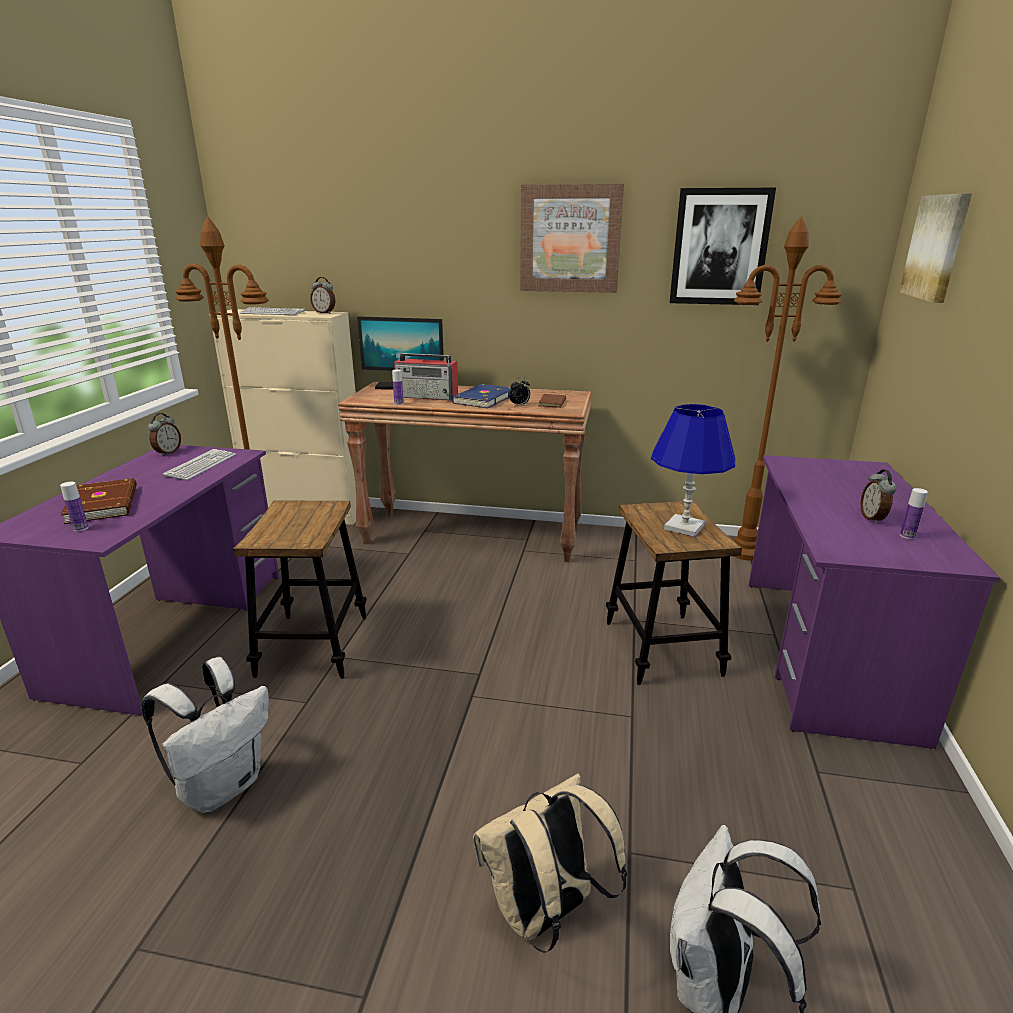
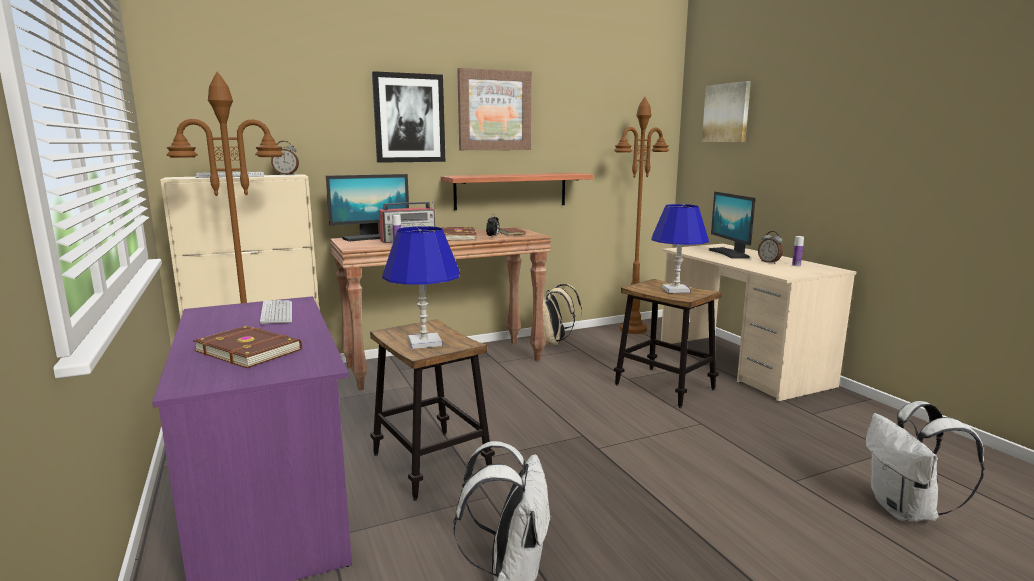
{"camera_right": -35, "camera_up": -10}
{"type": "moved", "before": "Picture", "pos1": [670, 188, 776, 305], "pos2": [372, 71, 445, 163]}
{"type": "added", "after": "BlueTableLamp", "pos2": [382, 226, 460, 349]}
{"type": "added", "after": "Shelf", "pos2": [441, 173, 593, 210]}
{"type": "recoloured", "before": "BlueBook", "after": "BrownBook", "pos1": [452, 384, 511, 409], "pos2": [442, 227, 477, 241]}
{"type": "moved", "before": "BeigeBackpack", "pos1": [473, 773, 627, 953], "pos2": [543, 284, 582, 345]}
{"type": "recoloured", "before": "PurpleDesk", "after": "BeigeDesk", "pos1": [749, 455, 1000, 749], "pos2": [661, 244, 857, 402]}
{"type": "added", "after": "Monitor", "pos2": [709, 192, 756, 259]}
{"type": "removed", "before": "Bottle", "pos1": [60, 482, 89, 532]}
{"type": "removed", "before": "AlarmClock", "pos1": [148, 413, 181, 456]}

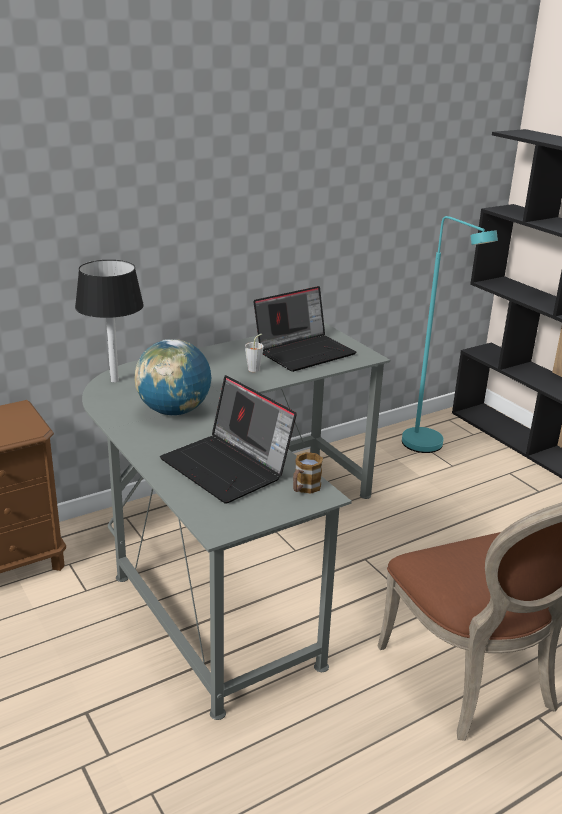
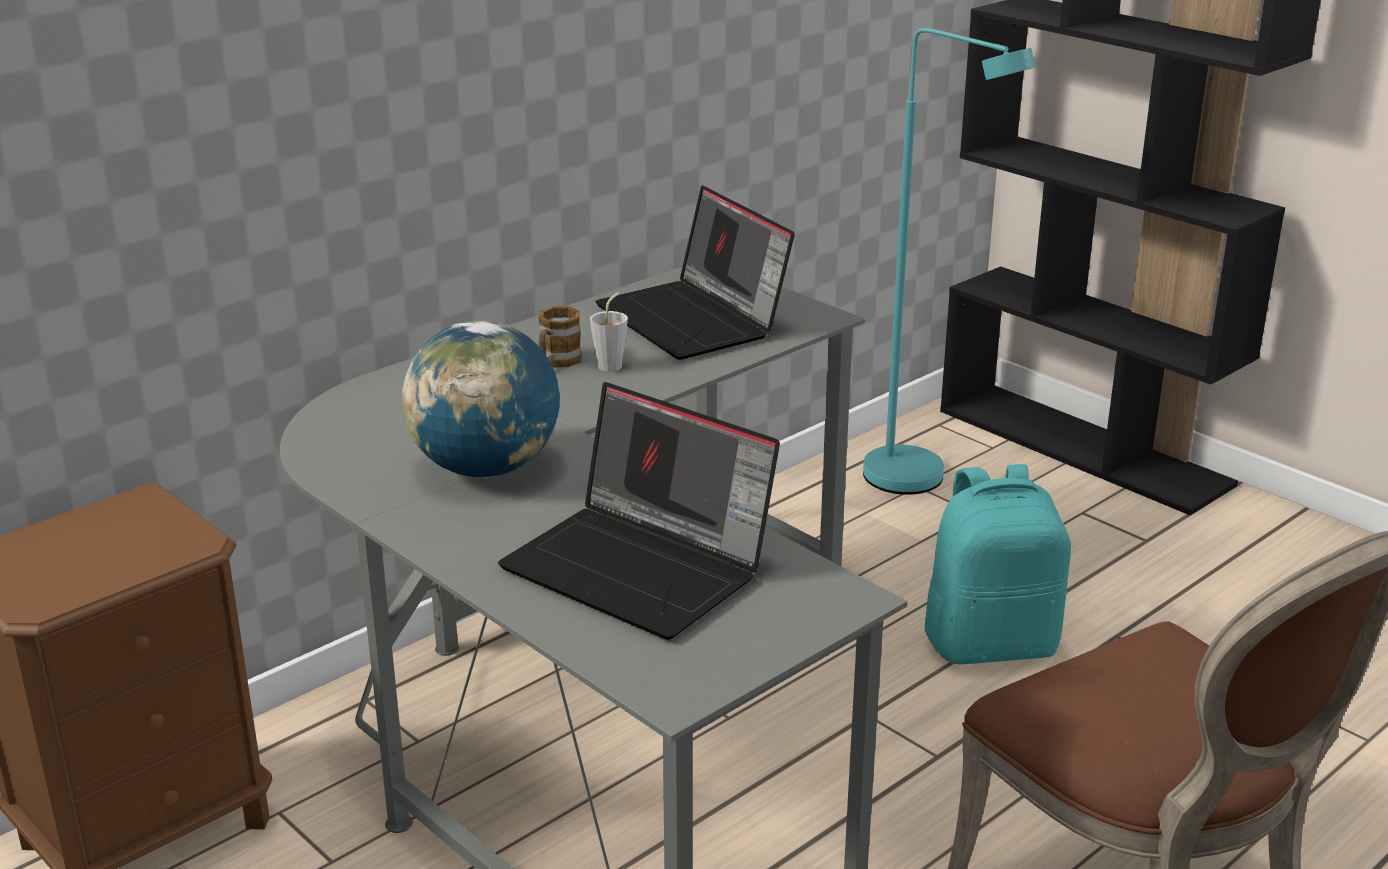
{"camera_right": -10, "camera_up": 0}
{"type": "moved", "before": "Mug", "pos1": [293, 452, 323, 493], "pos2": [539, 307, 582, 367]}
{"type": "turned", "before": "Laptop", "pos1": [253, 286, 356, 372], "pos2": [595, 185, 795, 360], "turn": 105}
{"type": "added", "after": "TurquoiseBackpack", "pos2": [925, 464, 1071, 665]}
{"type": "removed", "before": "BlackTableLamp", "pos1": [75, 260, 144, 383]}

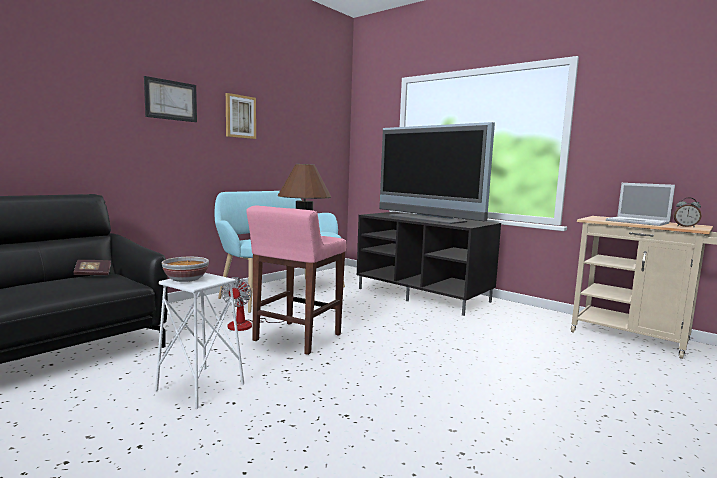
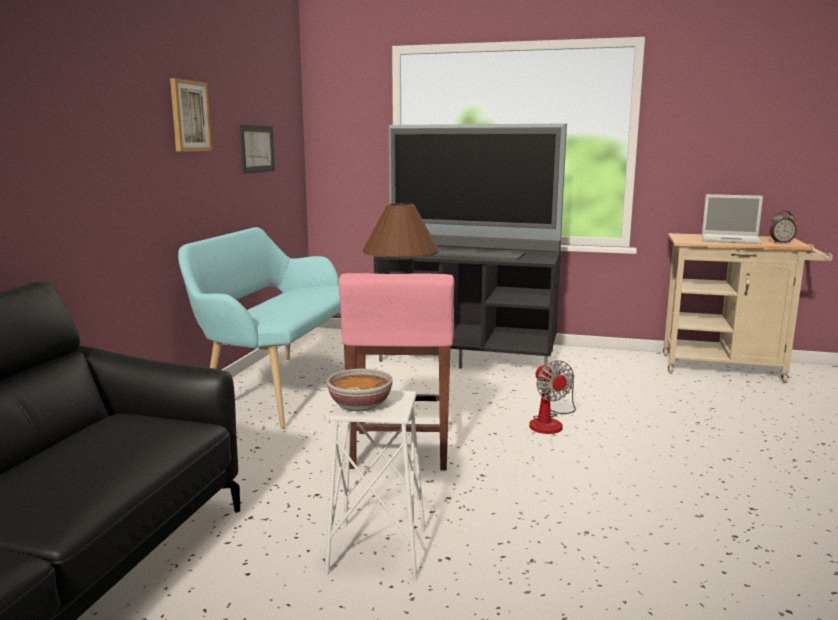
{"camera_right": -25, "camera_up": 5}
{"type": "moved", "before": "Picture", "pos1": [144, 76, 197, 122], "pos2": [240, 125, 275, 174]}
{"type": "moved", "before": "Fan", "pos1": [221, 277, 284, 331], "pos2": [529, 360, 576, 434]}
{"type": "removed", "before": "Book", "pos1": [73, 260, 111, 275]}

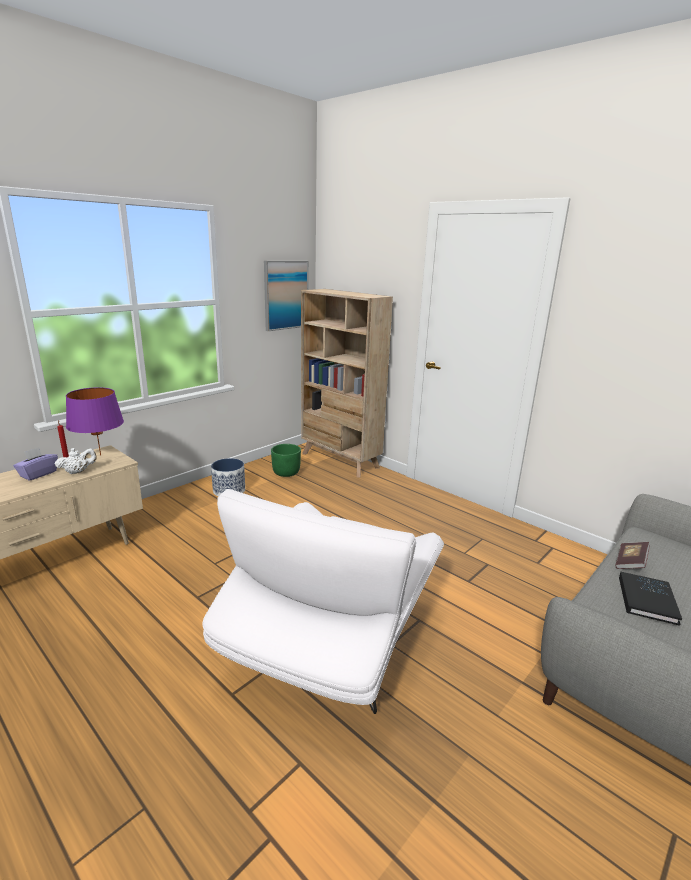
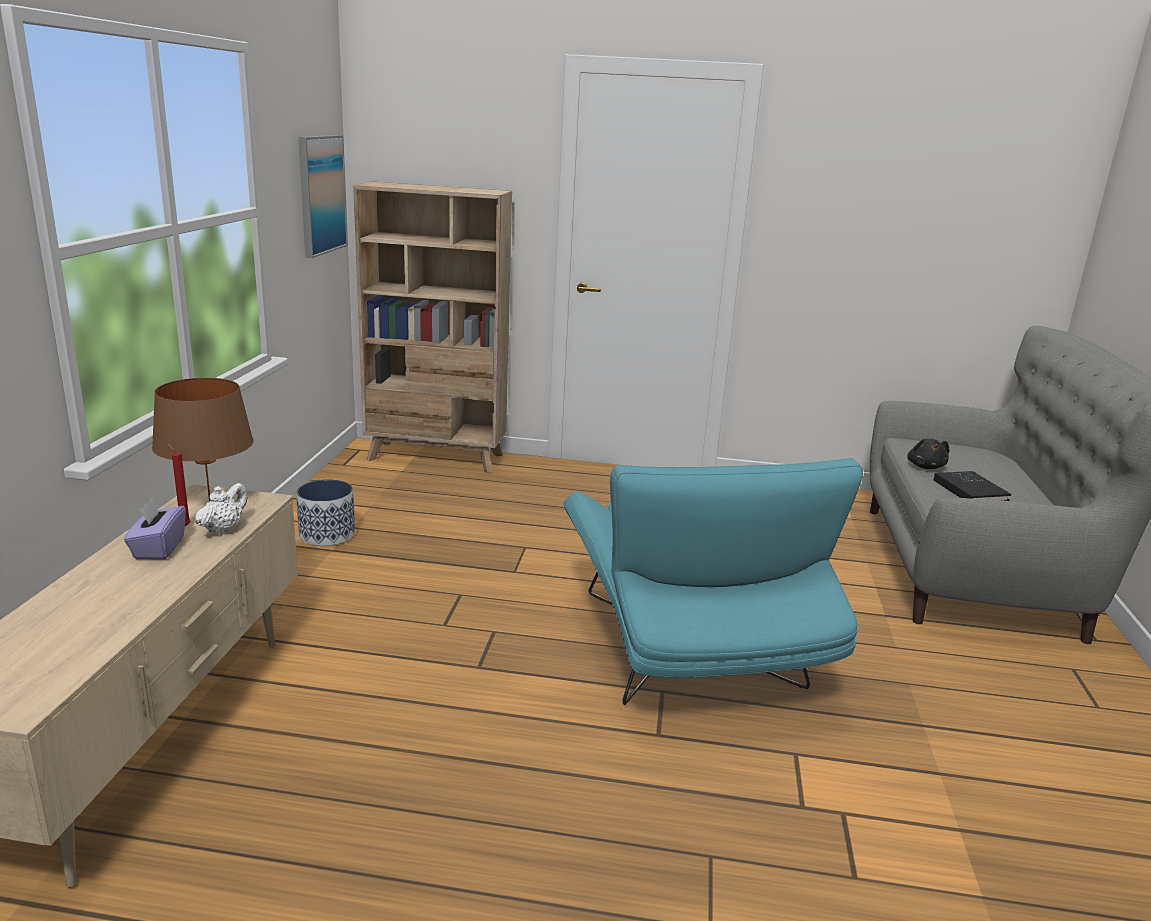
{"camera_right": -35, "camera_up": 0}
{"type": "recoloured", "before": "PurpleTableLamp", "after": "BrownTableLamp", "pos1": [66, 387, 124, 456], "pos2": [152, 378, 254, 501]}
{"type": "recoloured", "before": "WhiteArmchair", "after": "TurquoiseArmchair", "pos1": [202, 489, 444, 714], "pos2": [563, 458, 863, 705]}
{"type": "replaced", "before": "Book", "after": "BlackPlushToy", "pos1": [615, 542, 650, 569], "pos2": [907, 438, 949, 469]}
{"type": "removed", "before": "GreenPlanter", "pos1": [271, 444, 301, 477]}

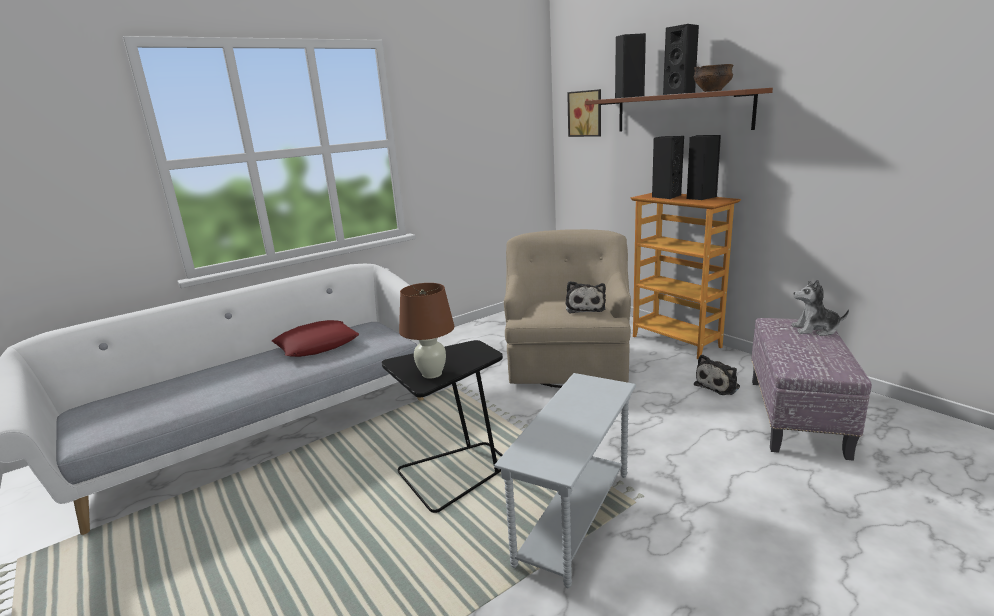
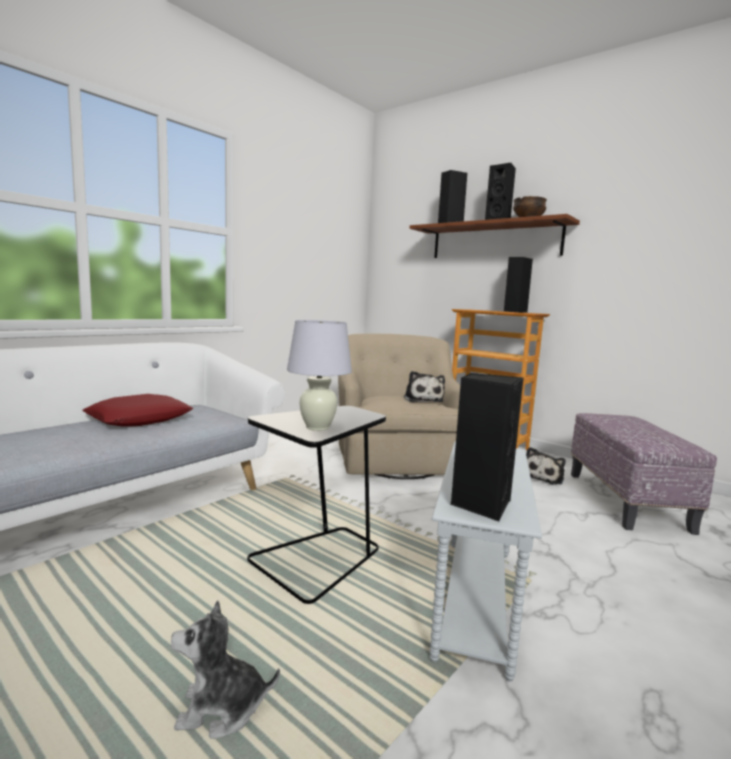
{"camera_right": -15, "camera_up": -10}
{"type": "moved", "before": "PlushToy", "pos1": [792, 279, 849, 336], "pos2": [171, 601, 280, 739]}
{"type": "recoloured", "before": "BrownTableLamp", "after": "WhiteTableLamp", "pos1": [399, 283, 454, 379], "pos2": [287, 320, 352, 431]}
{"type": "moved", "before": "BlackSpeaker", "pos1": [652, 136, 684, 199], "pos2": [450, 373, 523, 522]}
{"type": "removed", "before": "Picture", "pos1": [567, 89, 601, 137]}

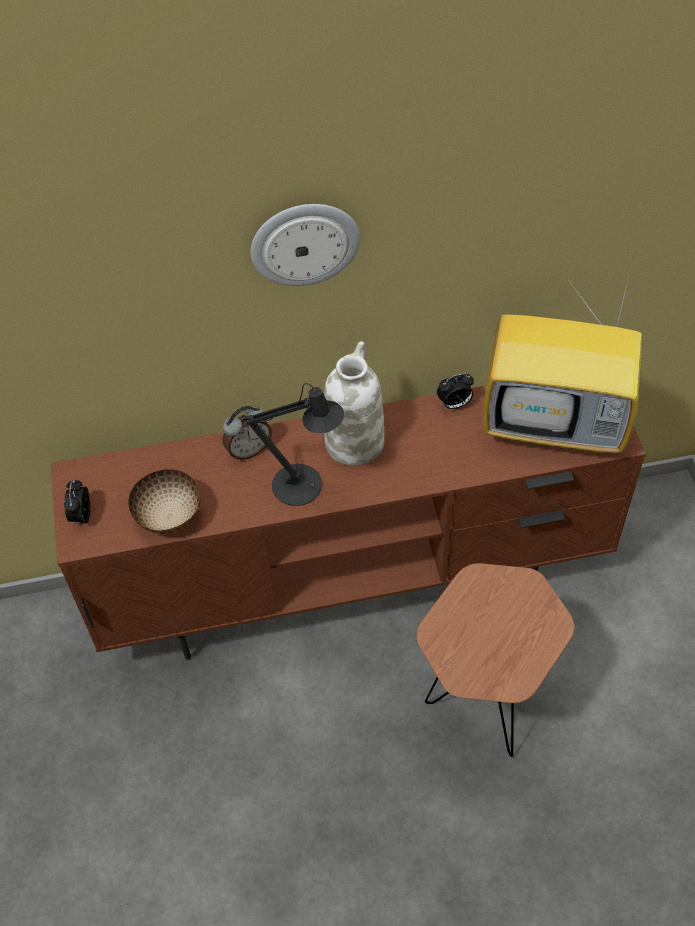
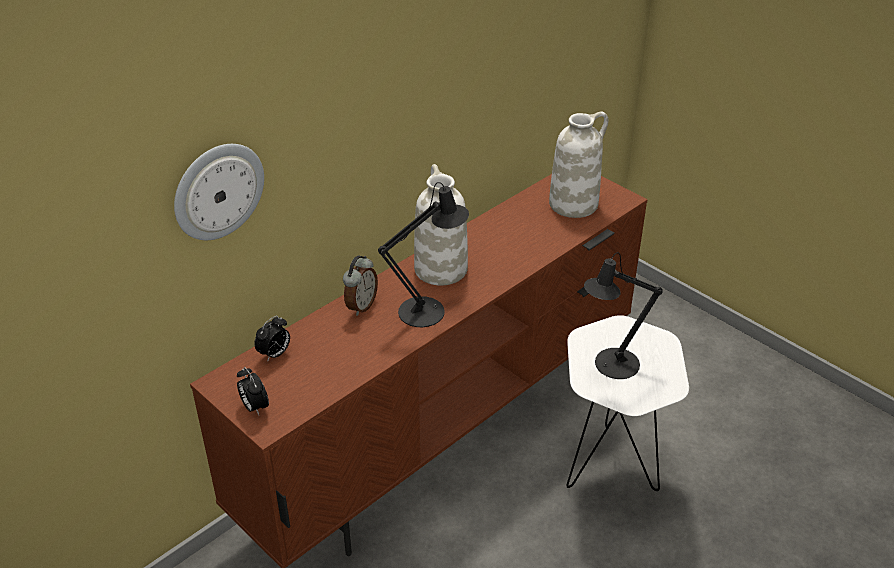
{"camera_right": -35, "camera_up": -15}
{"type": "moved", "before": "WallClock", "pos1": [251, 204, 360, 286], "pos2": [174, 144, 264, 240]}
{"type": "moved", "before": "AlarmClock", "pos1": [437, 373, 474, 409], "pos2": [254, 316, 290, 362]}
{"type": "replaced", "before": "Television", "after": "WhiteVase", "pos1": [482, 268, 642, 454], "pos2": [549, 112, 608, 218]}
{"type": "recoloured", "before": "BrownSideTable", "after": "WhiteSideTable", "pos1": [416, 563, 574, 757], "pos2": [566, 315, 689, 491]}
{"type": "added", "after": "BlackTableLamp", "pos2": [584, 252, 663, 379]}
{"type": "removed", "before": "Bowl", "pos1": [128, 469, 201, 534]}

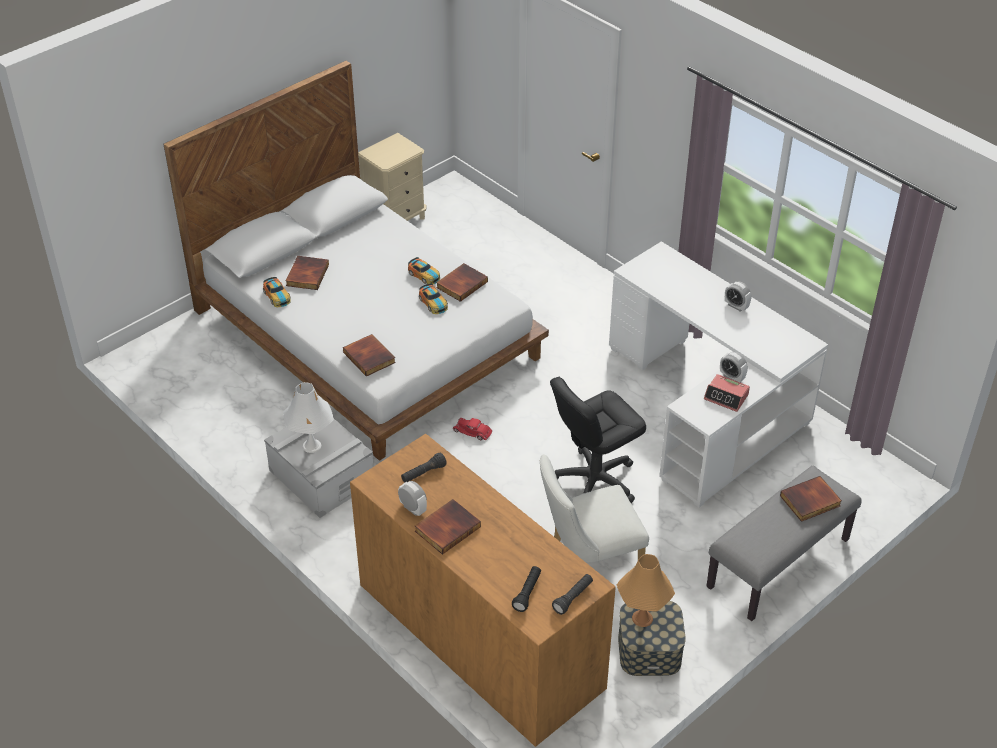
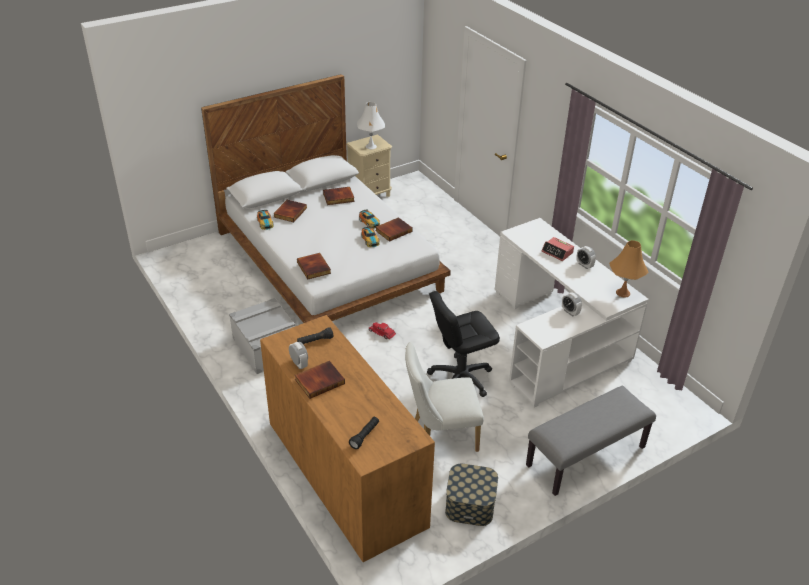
{"camera_right": 10, "camera_up": -5}
{"type": "moved", "before": "Book", "pos1": [780, 476, 842, 522], "pos2": [323, 187, 355, 205]}
{"type": "moved", "before": "WhiteTableLamp", "pos1": [283, 382, 334, 453], "pos2": [357, 102, 385, 149]}
{"type": "moved", "before": "AlarmClock", "pos1": [704, 374, 750, 412], "pos2": [542, 237, 574, 261]}
{"type": "moved", "before": "OrangeTableLamp", "pos1": [617, 554, 675, 627], "pos2": [609, 240, 649, 298]}
{"type": "removed", "before": "BlackFlashlight", "pos1": [552, 574, 593, 615]}

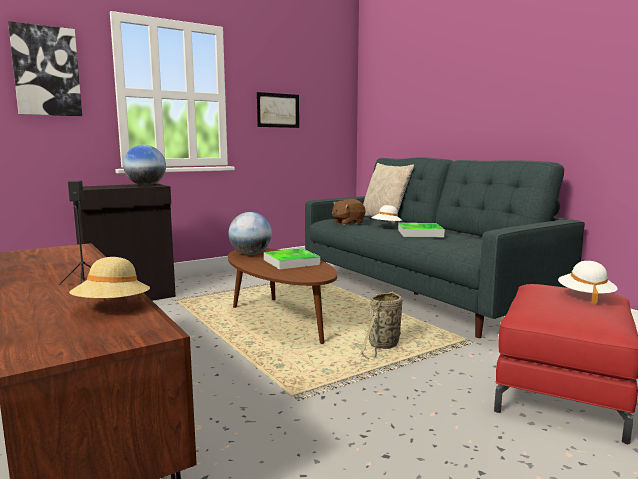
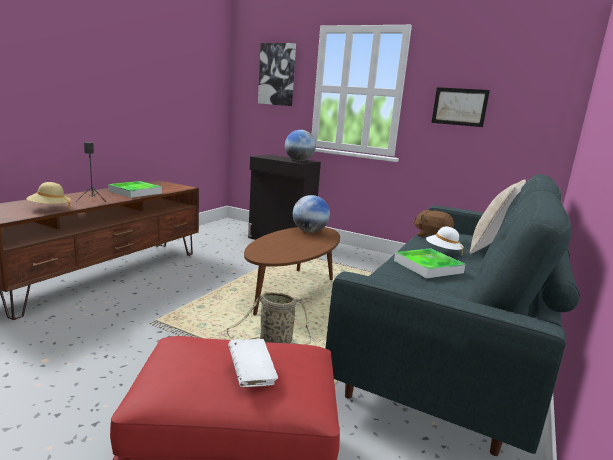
{"camera_right": 60, "camera_up": 5}
{"type": "moved", "before": "Tray", "pos1": [264, 248, 320, 269], "pos2": [108, 181, 162, 198]}
{"type": "replaced", "before": "WhiteHat", "after": "WhiteBook", "pos1": [558, 261, 618, 305], "pos2": [228, 339, 278, 387]}

